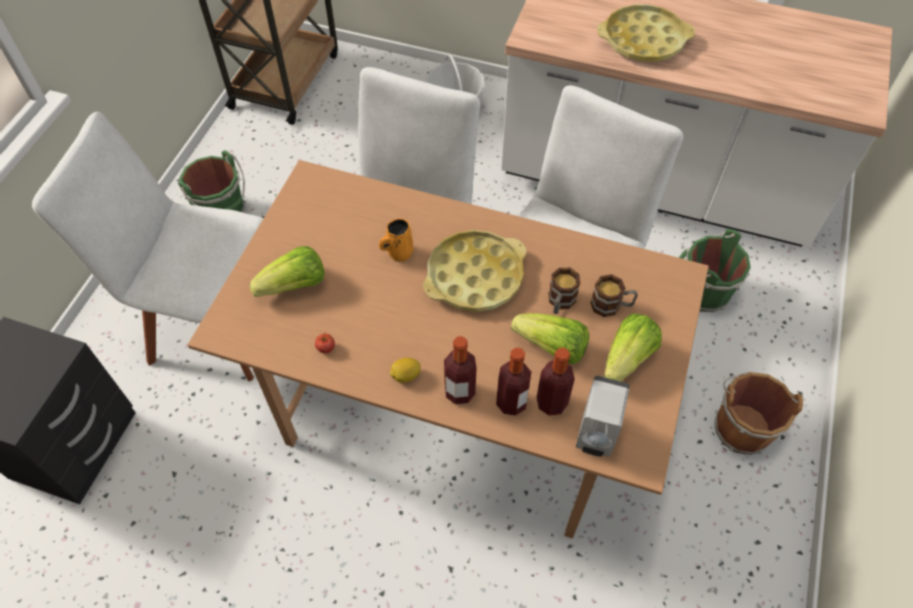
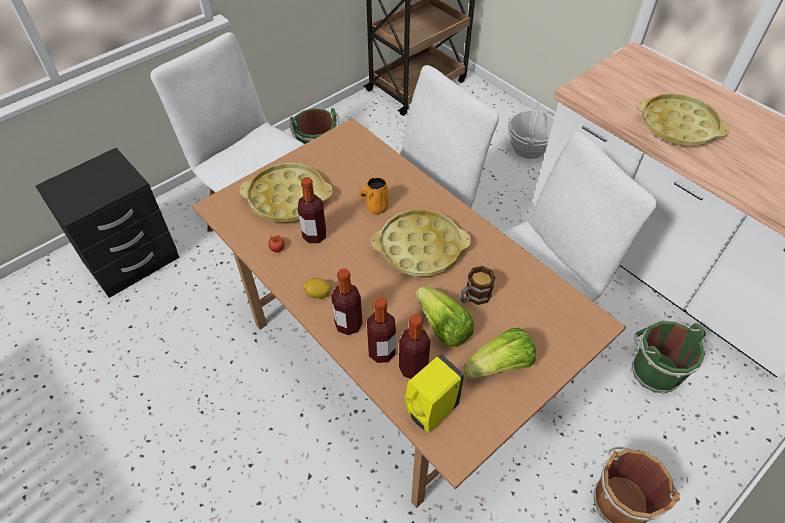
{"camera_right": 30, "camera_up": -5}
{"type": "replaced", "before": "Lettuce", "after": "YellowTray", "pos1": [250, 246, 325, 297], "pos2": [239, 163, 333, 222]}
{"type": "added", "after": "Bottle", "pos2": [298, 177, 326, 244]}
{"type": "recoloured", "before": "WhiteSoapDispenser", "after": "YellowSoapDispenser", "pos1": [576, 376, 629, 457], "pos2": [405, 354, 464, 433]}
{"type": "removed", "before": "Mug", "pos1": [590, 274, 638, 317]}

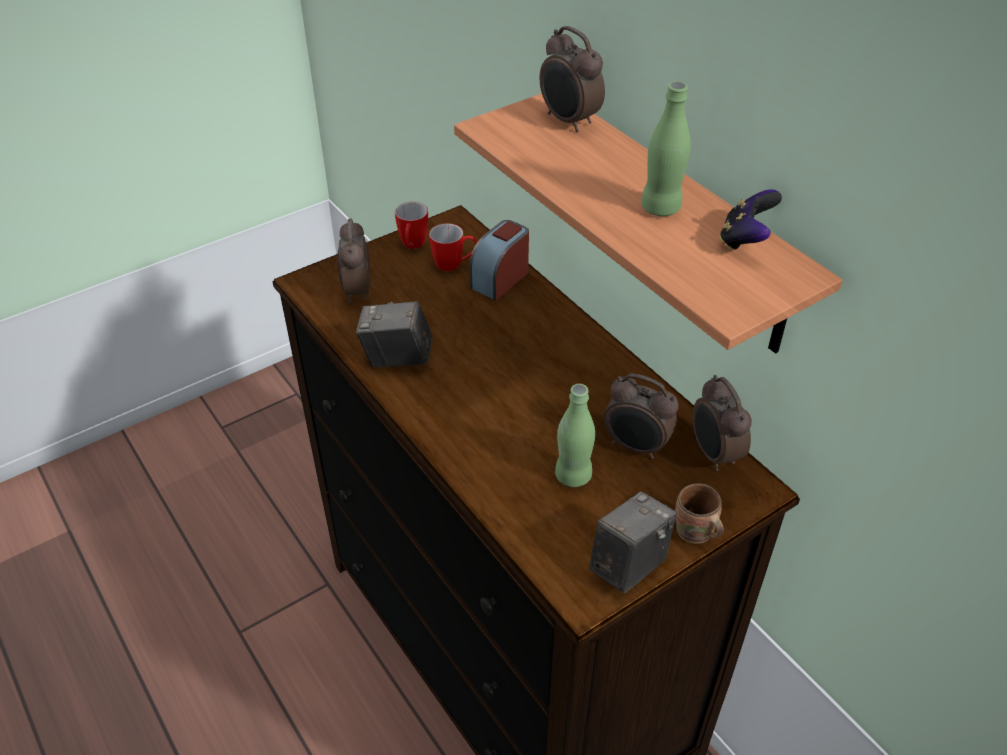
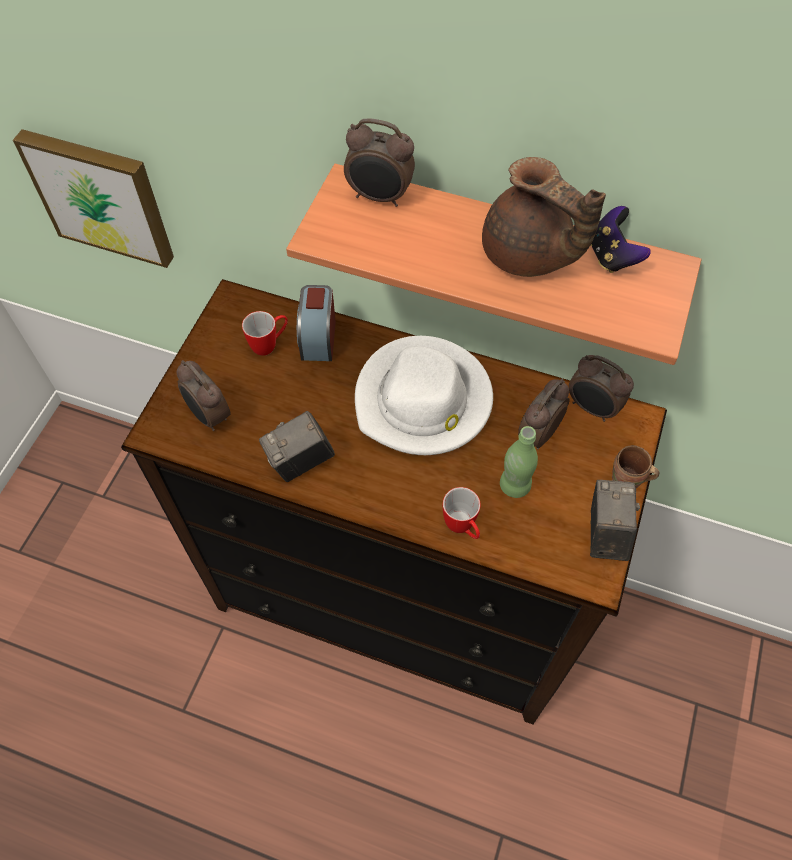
{"camera_right": -35, "camera_up": 15}
{"type": "added", "after": "Picture", "pos2": [13, 129, 174, 268]}
{"type": "added", "after": "WhiteHat", "pos2": [355, 336, 493, 455]}
{"type": "moved", "before": "Mug", "pos1": [395, 202, 428, 249], "pos2": [443, 487, 481, 539]}
{"type": "replaced", "before": "GreenBottle", "after": "BrownTeapot", "pos1": [641, 81, 691, 216], "pos2": [482, 157, 606, 277]}
{"type": "turned", "before": "AlarmClock", "pos1": [604, 373, 679, 459], "pos2": [518, 379, 570, 450], "turn": 135}

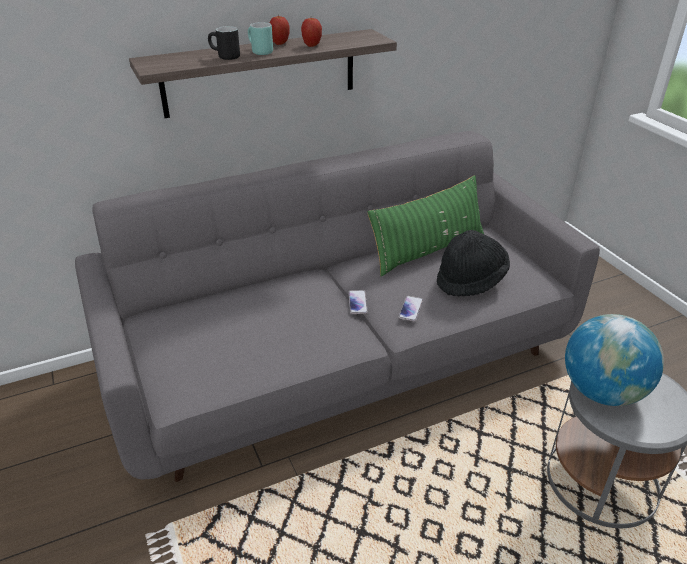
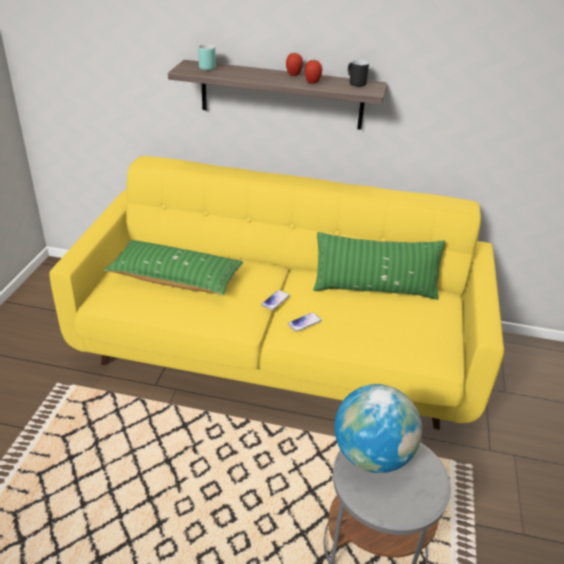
{"camera_right": 35, "camera_up": 0}
{"type": "recoloured", "before": "GreySofa", "after": "YellowSofa", "pos1": [75, 131, 600, 482], "pos2": [50, 156, 504, 430]}
{"type": "added", "after": "GreenPillow", "pos2": [104, 240, 243, 295]}
{"type": "moved", "before": "TurquoiseMug", "pos1": [248, 22, 273, 55], "pos2": [198, 44, 216, 70]}
{"type": "moved", "before": "BlackMug", "pos1": [208, 26, 240, 60], "pos2": [348, 60, 369, 87]}
{"type": "removed", "before": "BlackHat", "pos1": [437, 230, 510, 296]}

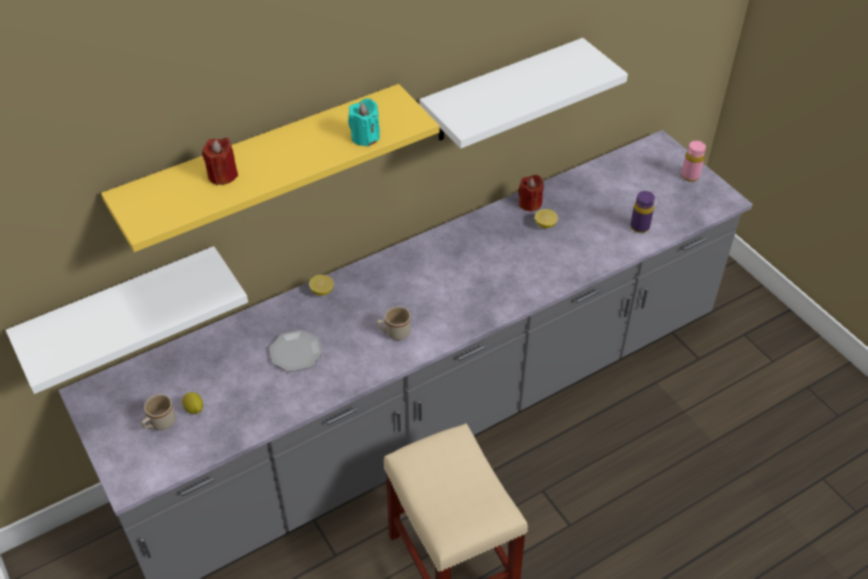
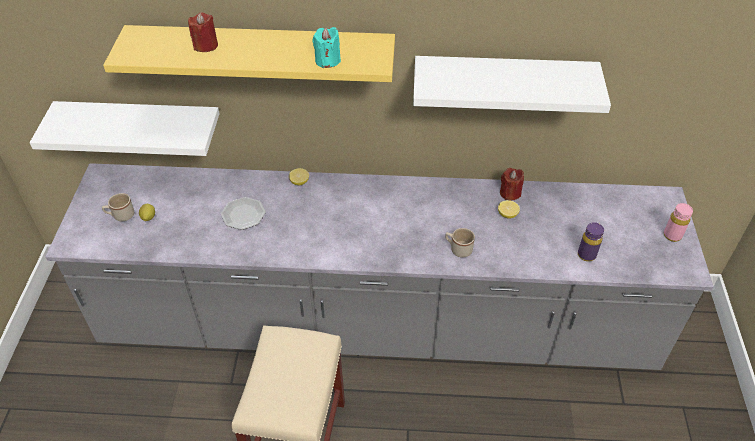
{"camera_right": 35, "camera_up": 0}
{"type": "moved", "before": "BeigeMug", "pos1": [377, 307, 411, 340], "pos2": [445, 228, 475, 257]}

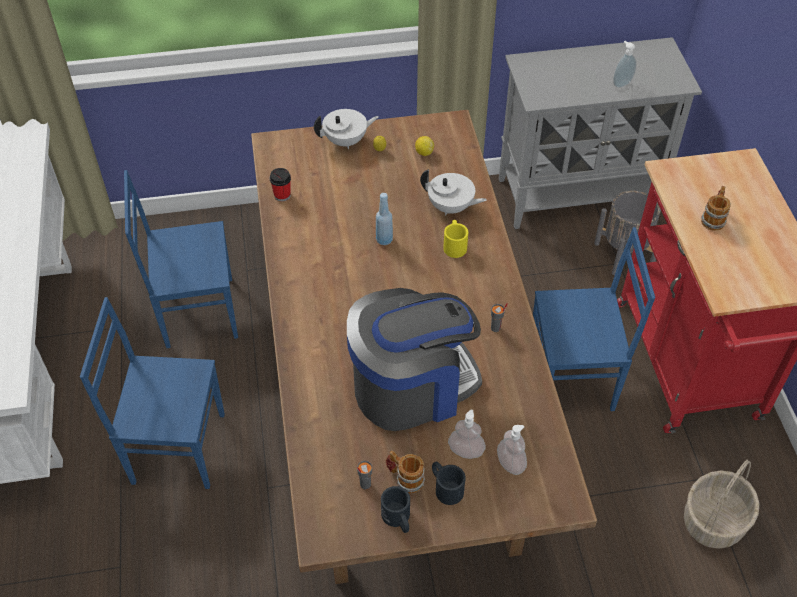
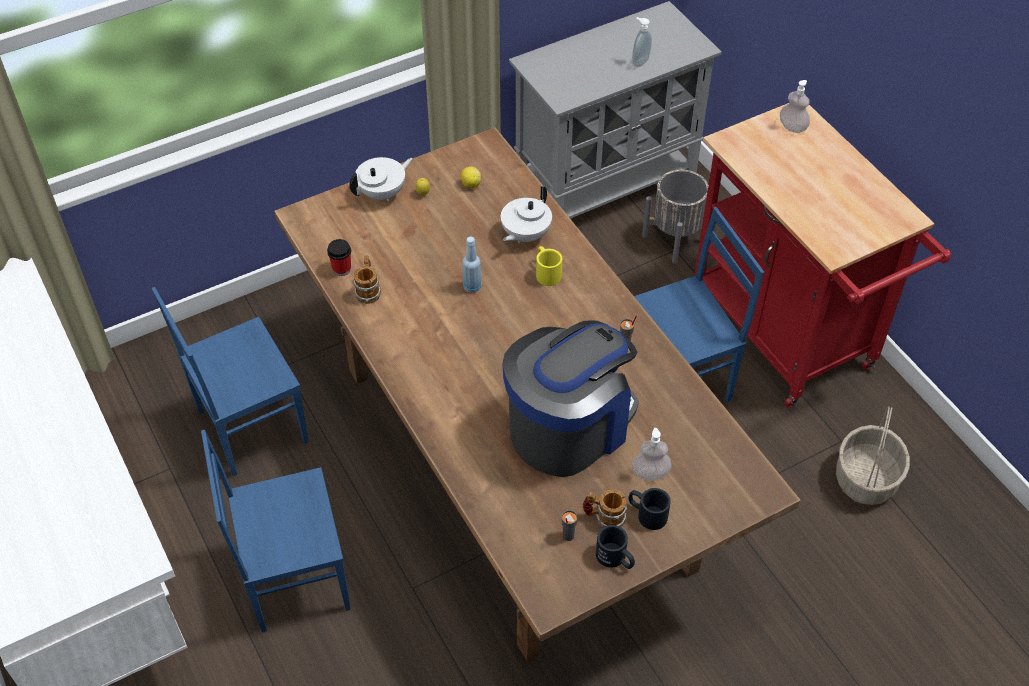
{"camera_right": -20, "camera_up": 0}
{"type": "moved", "before": "Mug", "pos1": [701, 186, 731, 231], "pos2": [354, 256, 381, 304]}
{"type": "turned", "before": "WhiteTeapot", "pos1": [420, 169, 487, 215], "pos2": [501, 186, 552, 243], "turn": 120}
{"type": "moved", "before": "SoapDispenser", "pos1": [497, 425, 527, 475], "pos2": [780, 80, 810, 133]}

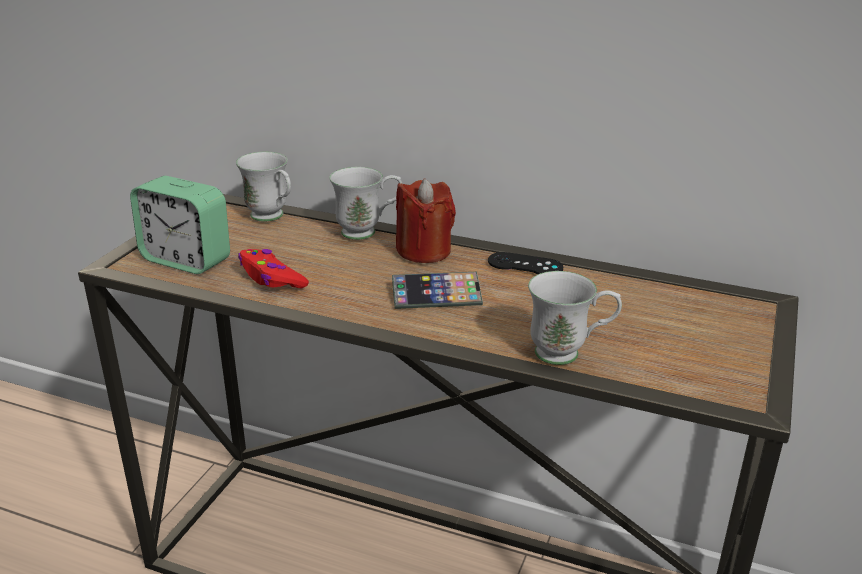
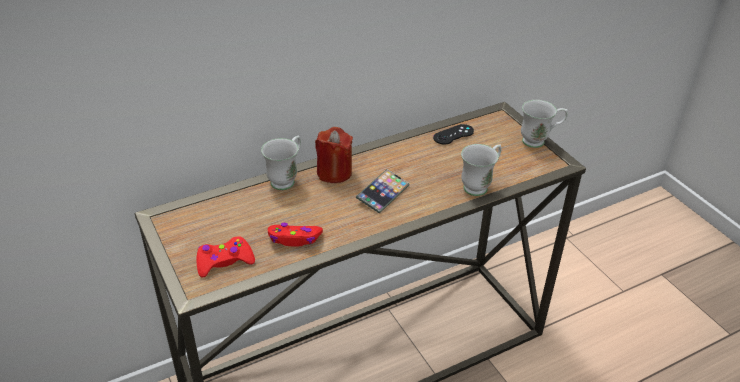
{"camera_right": -50, "camera_up": 10}
{"type": "replaced", "before": "AlarmClock", "after": "RedGameController", "pos1": [130, 176, 230, 274], "pos2": [196, 236, 255, 277]}
{"type": "moved", "before": "BlackGameController", "pos1": [488, 252, 563, 274], "pos2": [433, 124, 474, 145]}
{"type": "moved", "before": "WhiteMug", "pos1": [236, 152, 291, 222], "pos2": [521, 100, 568, 148]}

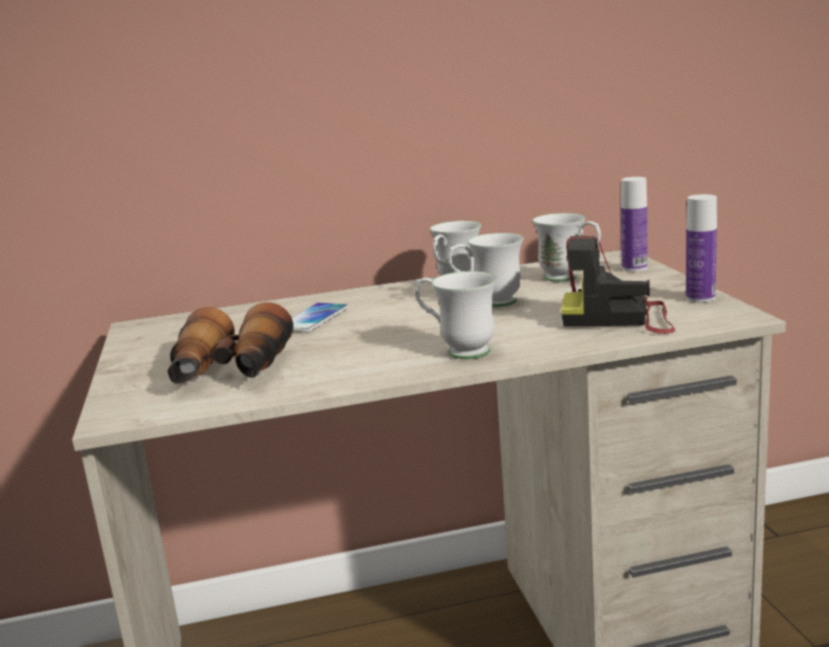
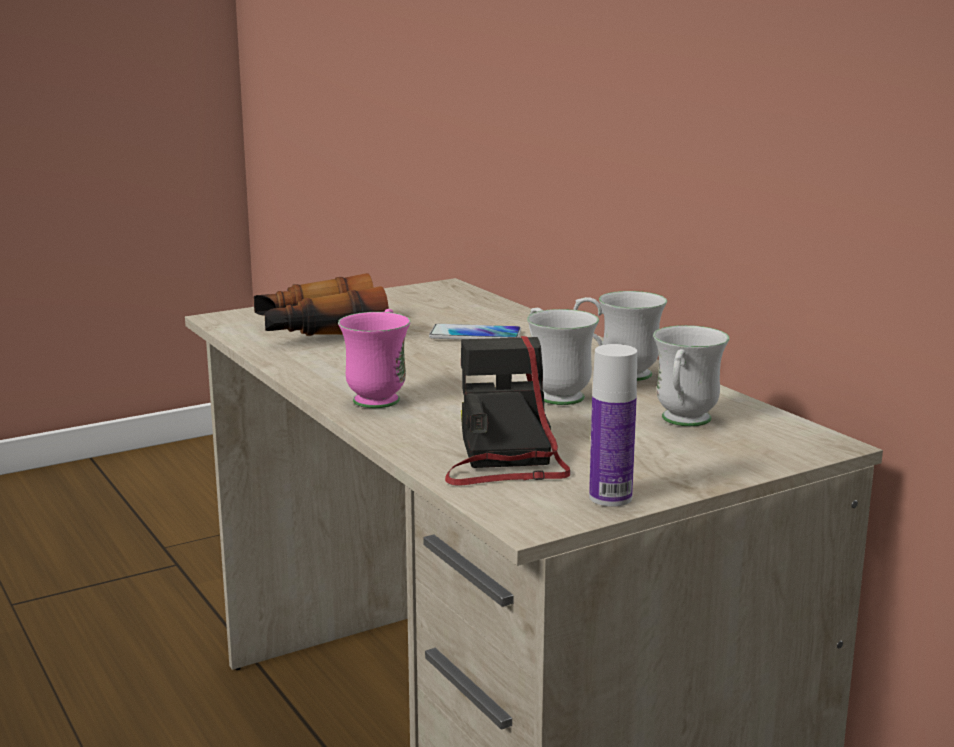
{"camera_right": 70, "camera_up": 0}
{"type": "recoloured", "before": "WhiteMug", "after": "PinkMug", "pos1": [415, 271, 497, 359], "pos2": [338, 309, 411, 408]}
{"type": "removed", "before": "Bottle", "pos1": [621, 177, 647, 272]}

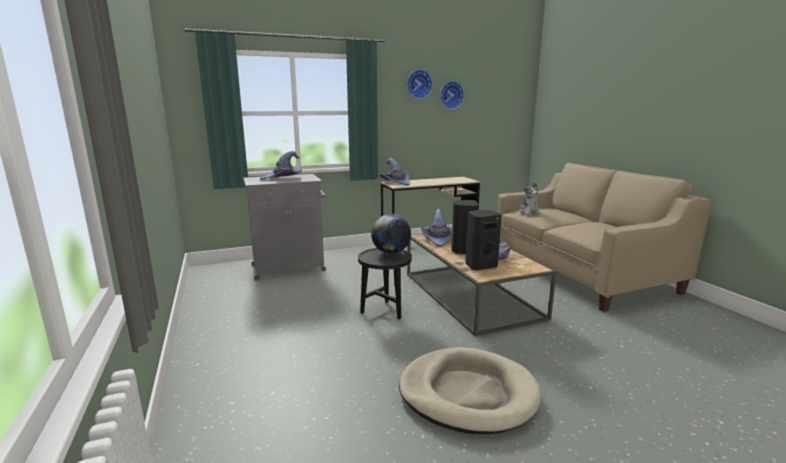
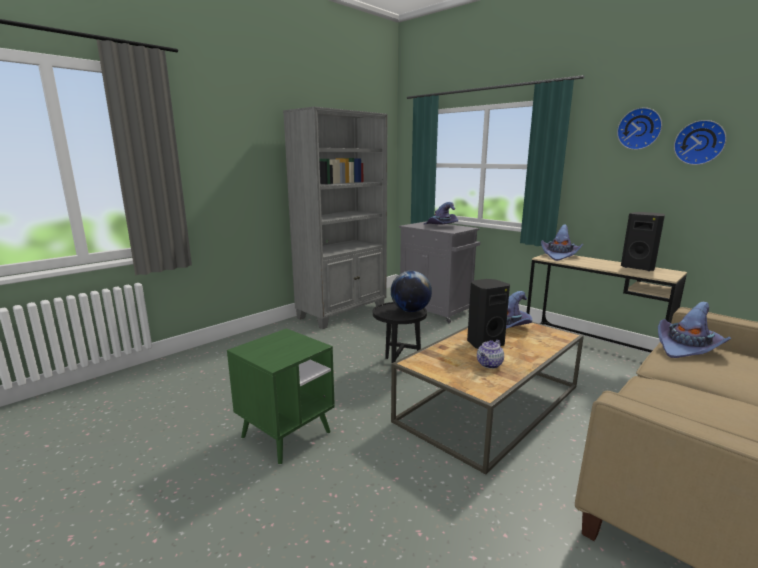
{"camera_right": 65, "camera_up": 0}
{"type": "replaced", "before": "BeigeDogBed", "after": "GreenSideTable", "pos1": [399, 347, 541, 434], "pos2": [227, 328, 335, 465]}
{"type": "added", "after": "GreyBookcase", "pos2": [283, 107, 387, 329]}
{"type": "moved", "before": "BlackSpeaker", "pos1": [465, 210, 502, 270], "pos2": [621, 212, 665, 271]}
{"type": "replaced", "before": "PlushToy", "after": "PurpleHat", "pos1": [519, 182, 541, 215], "pos2": [658, 302, 731, 358]}

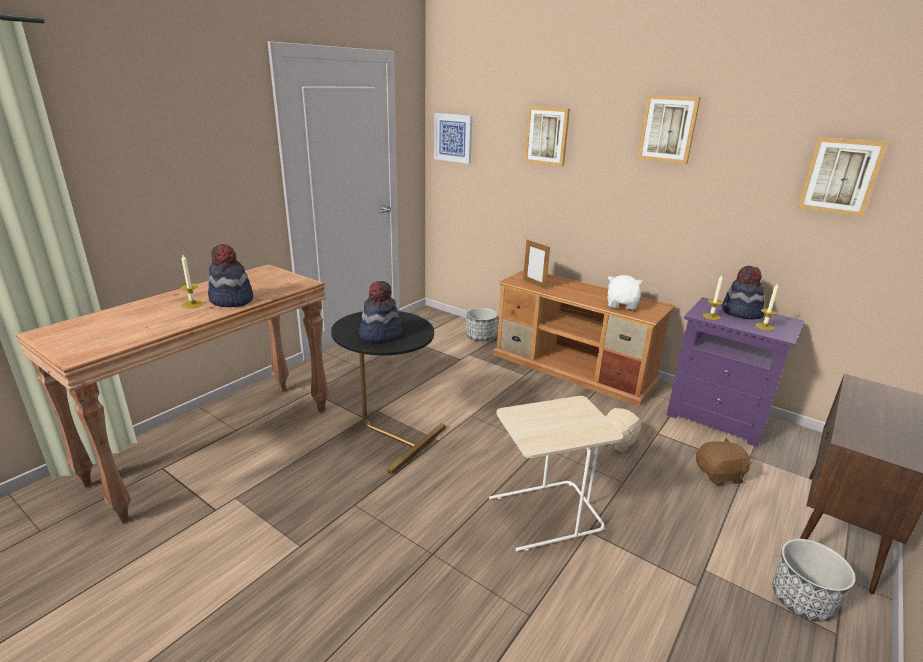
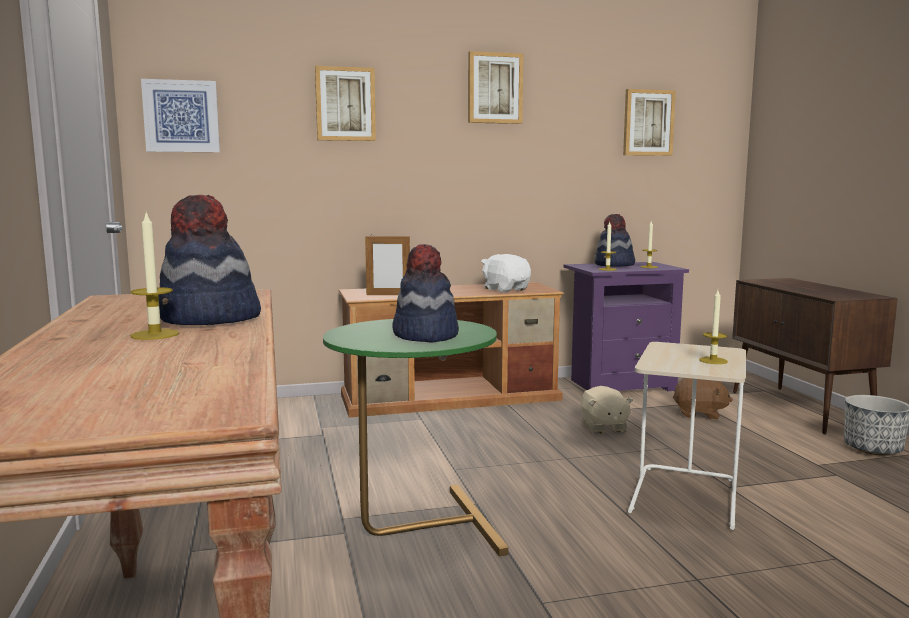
{"camera_right": -50, "camera_up": -15}
{"type": "recoloured", "before": "BlackSideTable", "after": "GreenSideTable", "pos1": [331, 311, 446, 474], "pos2": [323, 319, 508, 556]}
{"type": "turned", "before": "BrownPlushToy", "pos1": [696, 438, 752, 486], "pos2": [673, 378, 733, 420], "turn": 75}
{"type": "added", "after": "Candle", "pos2": [699, 290, 728, 364]}
{"type": "removed", "before": "Planter", "pos1": [466, 307, 498, 341]}

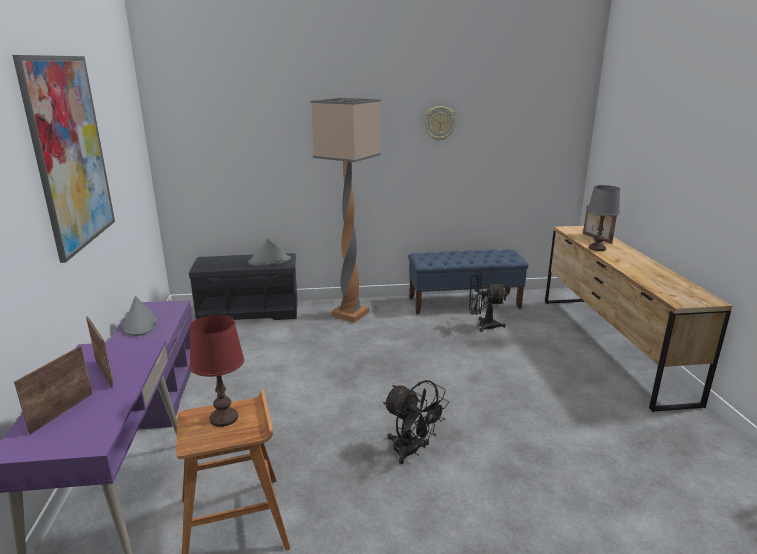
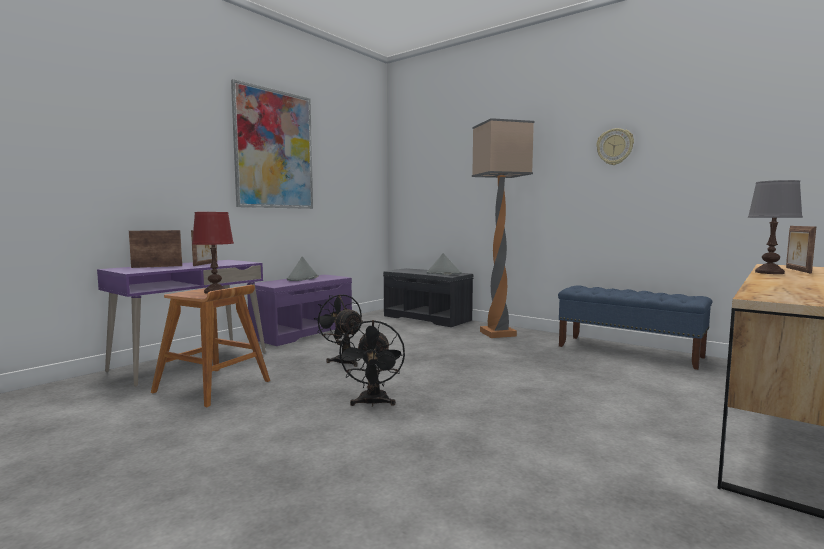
{"camera_right": 45, "camera_up": -15}
{"type": "moved", "before": "BlackFan", "pos1": [469, 272, 507, 332], "pos2": [314, 294, 363, 367]}

